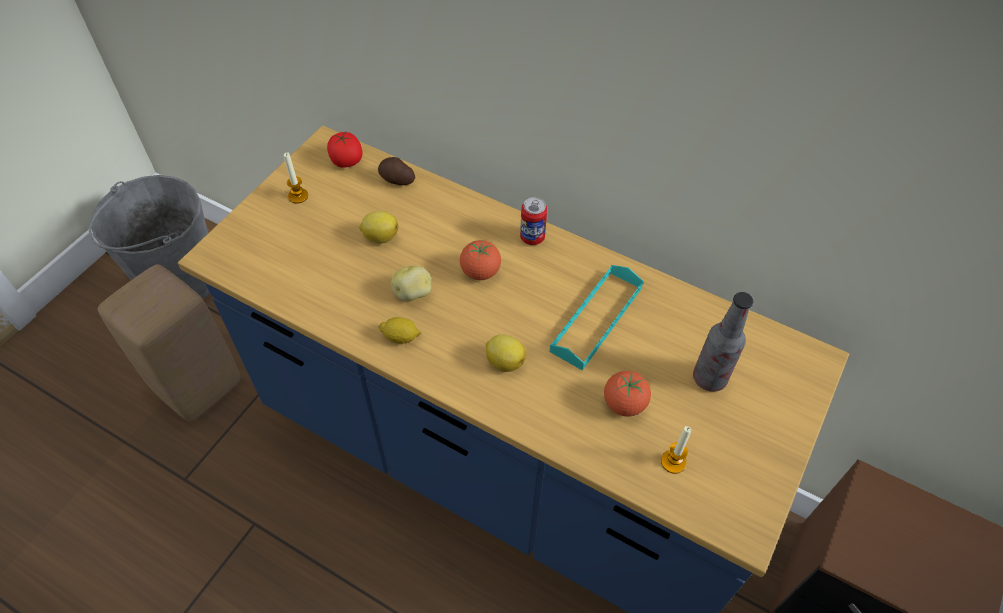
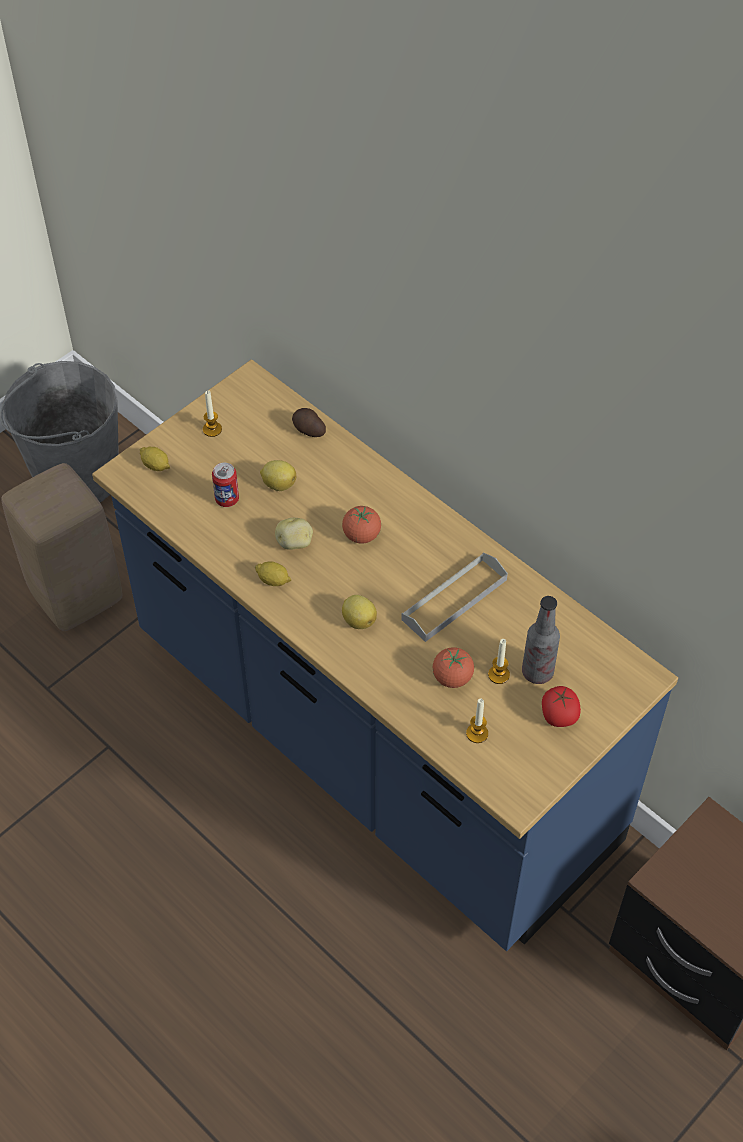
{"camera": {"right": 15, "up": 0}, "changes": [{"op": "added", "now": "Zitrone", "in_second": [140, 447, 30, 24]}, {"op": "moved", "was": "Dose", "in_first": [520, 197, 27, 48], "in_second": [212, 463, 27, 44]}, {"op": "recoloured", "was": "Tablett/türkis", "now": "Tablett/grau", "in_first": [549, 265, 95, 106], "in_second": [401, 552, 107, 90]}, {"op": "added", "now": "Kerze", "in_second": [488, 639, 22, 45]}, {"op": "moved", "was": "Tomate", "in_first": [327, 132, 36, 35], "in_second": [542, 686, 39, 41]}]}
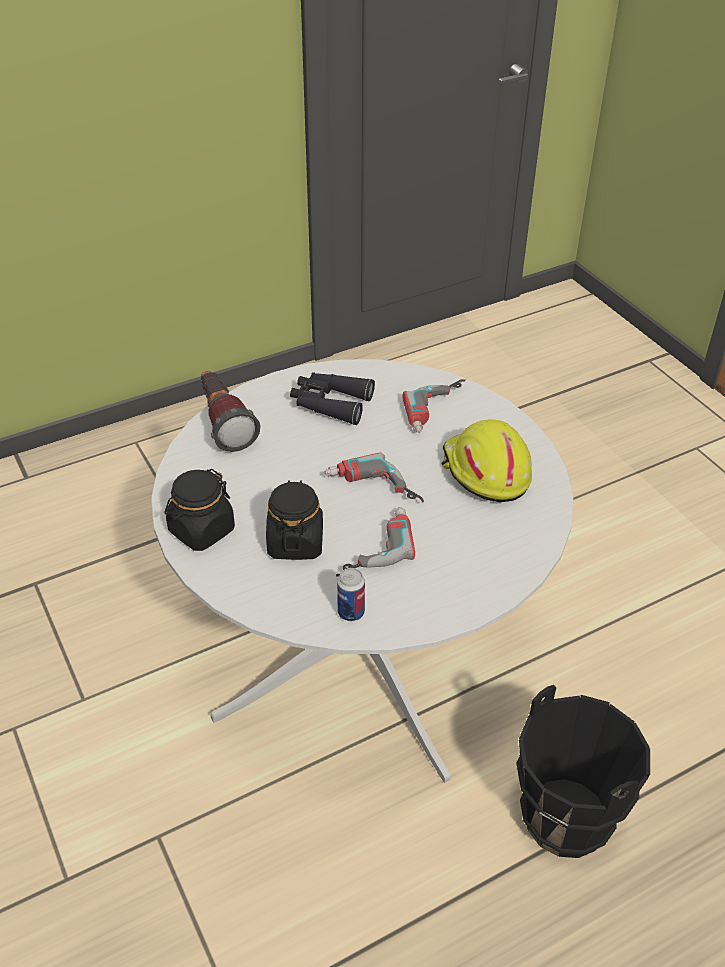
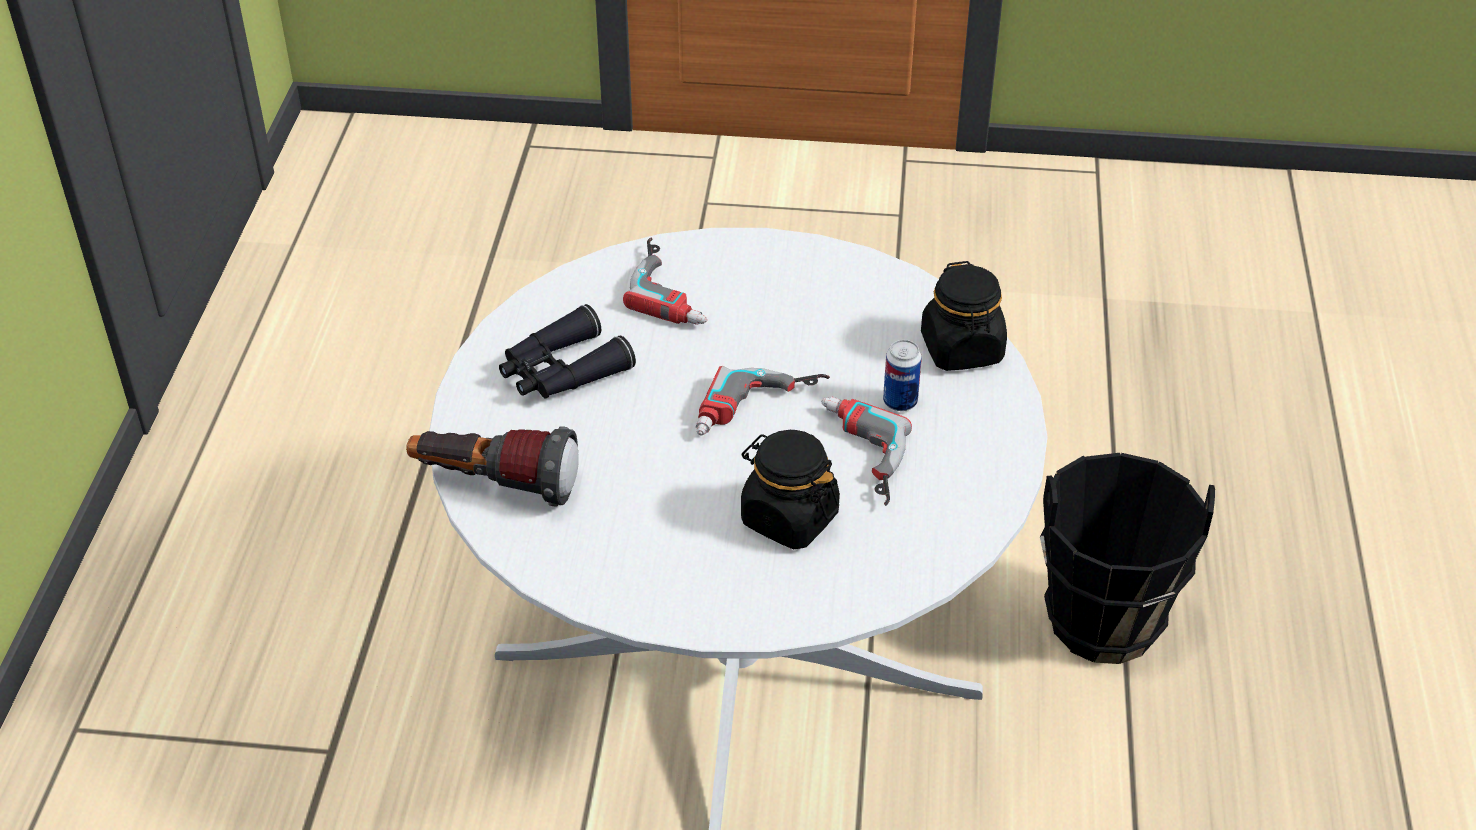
{"camera": {"right": -55, "up": 0}, "changes": [{"op": "moved", "was": "Dose", "in_first": [337, 568, 28, 53], "in_second": [883, 340, 39, 71]}, {"op": "moved", "was": "Vorratsglas/schwarz", "in_first": [164, 469, 71, 82], "in_second": [921, 261, 86, 110]}, {"op": "removed", "was": "Schutzhelm/gelb", "in_first": [441, 419, 91, 83]}]}
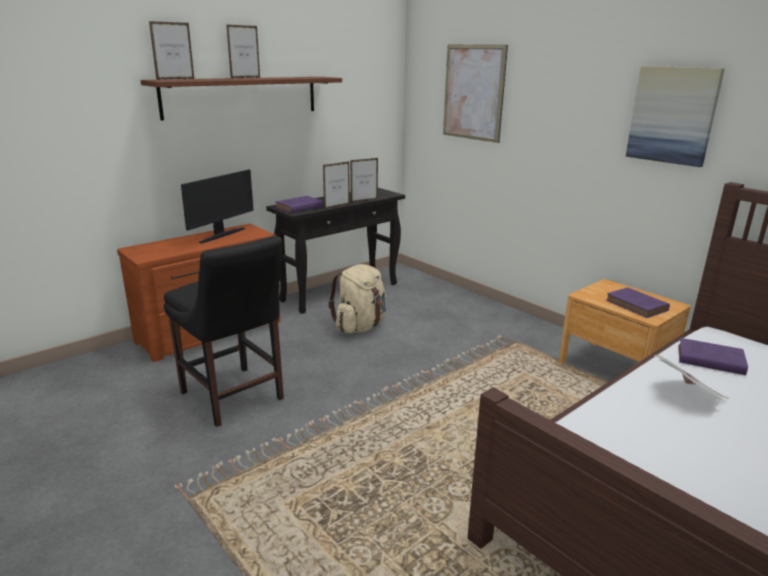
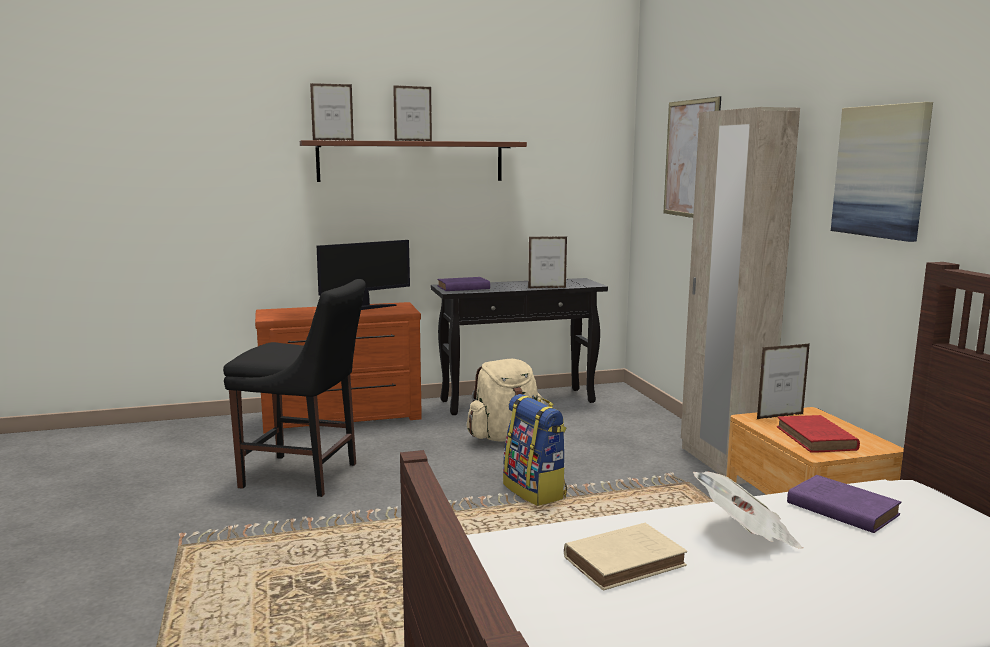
{"camera": {"right": 25, "up": -10}, "changes": [{"op": "turned", "was": "Stuhl/schwarz", "in_first": [164, 236, 120, 191], "in_second": [223, 279, 143, 218], "clockwise": -60}, {"op": "added", "now": "Rucksack", "in_second": [503, 394, 64, 112]}, {"op": "added", "now": "Buch/beige", "in_second": [564, 523, 123, 67]}, {"op": "added", "now": "Kleiderschrank/beige", "in_second": [681, 107, 119, 377]}, {"op": "moved", "was": "Bilderrahmen", "in_first": [323, 161, 27, 48], "in_second": [757, 344, 53, 75]}, {"op": "recoloured", "was": "Buch/lila", "now": "Buch/rot", "in_first": [606, 287, 64, 31], "in_second": [777, 415, 83, 38]}]}
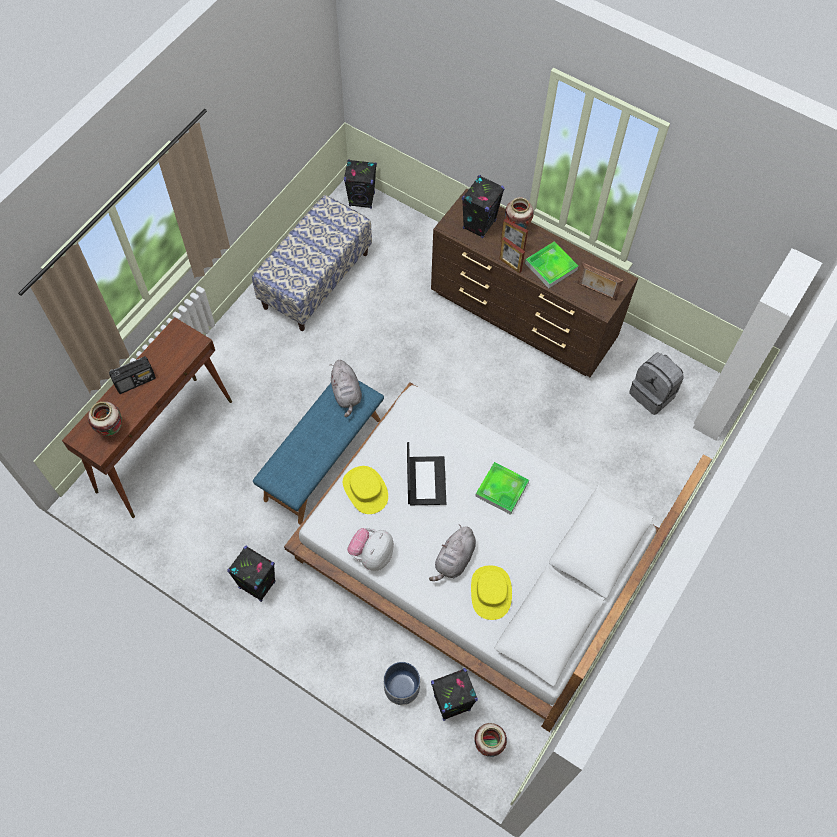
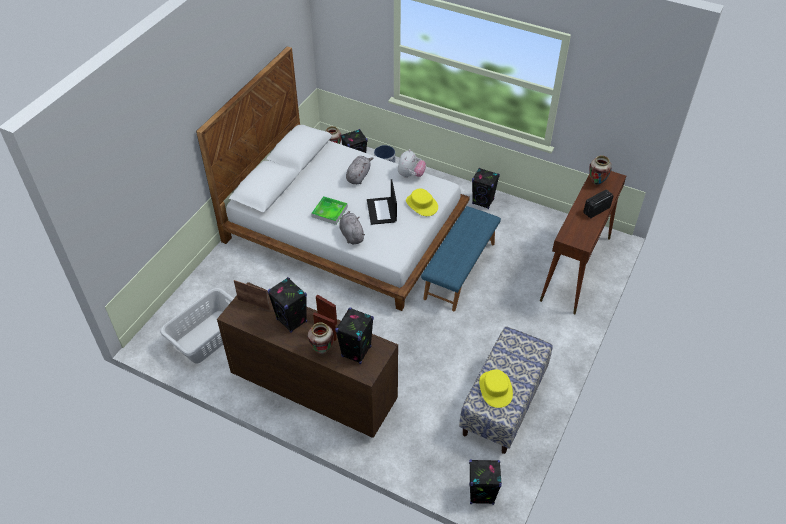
{"camera": {"right": 175, "up": -15}, "changes": [{"op": "replaced", "was": "Rucksack/grau", "now": "Wäschekorb/grau", "in_first": [629, 352, 55, 63], "in_second": [160, 288, 74, 76]}, {"op": "replaced", "was": "Tablett", "now": "Lautsprecher/schwarz", "in_first": [525, 241, 53, 47], "in_second": [267, 277, 40, 56]}, {"op": "moved", "was": "Plüschtier/grau", "in_first": [329, 360, 33, 57], "in_second": [339, 211, 26, 33]}, {"op": "moved", "was": "Hut/gelb", "in_first": [471, 565, 41, 55], "in_second": [479, 369, 34, 39]}, {"op": "removed", "was": "Kleiderschrank/weiß", "in_first": [693, 249, 129, 191]}]}
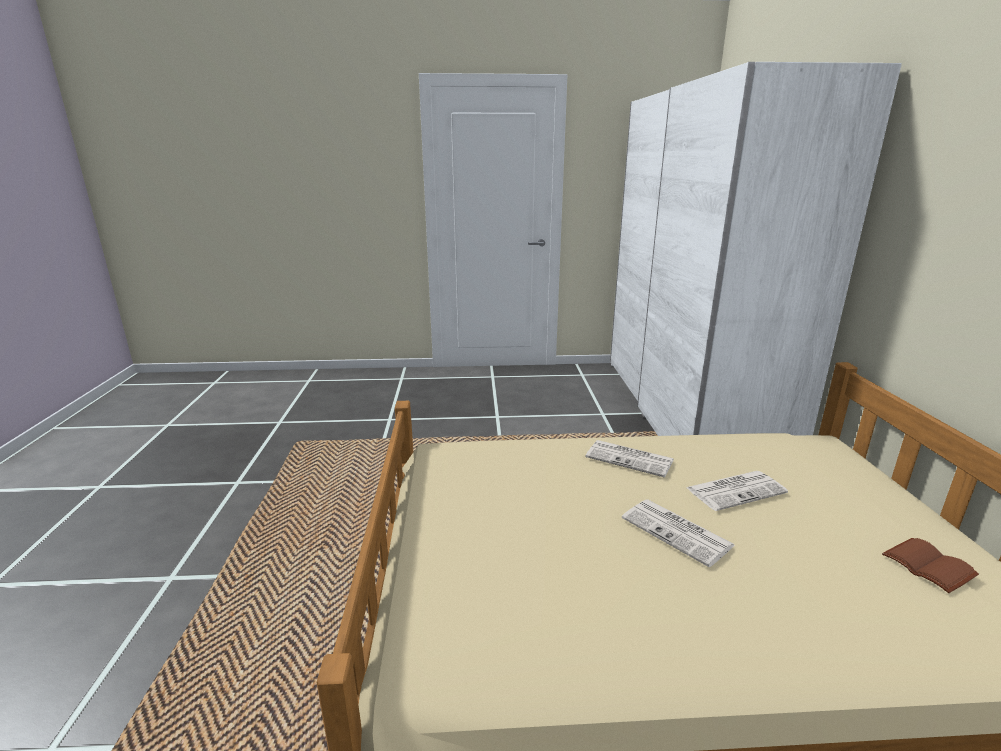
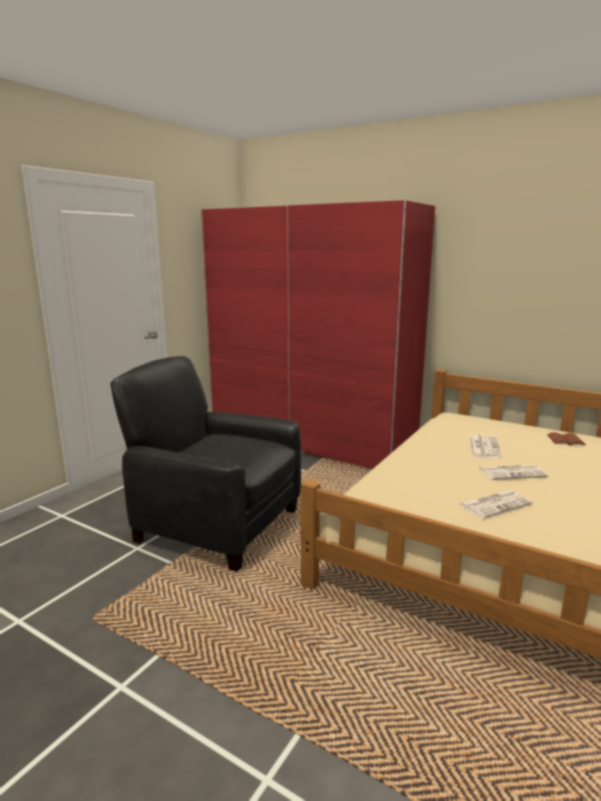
{"camera": {"right": -55, "up": -5}, "changes": [{"op": "added", "now": "Sessel/schwarz", "in_second": [110, 356, 191, 216]}, {"op": "recoloured", "was": "Kleiderschrank/weiß", "now": "Kleiderschrank/rot", "in_first": [610, 62, 292, 374], "in_second": [201, 200, 234, 269]}, {"op": "moved", "was": "Zeitung", "in_first": [586, 440, 88, 38], "in_second": [458, 490, 75, 29]}]}
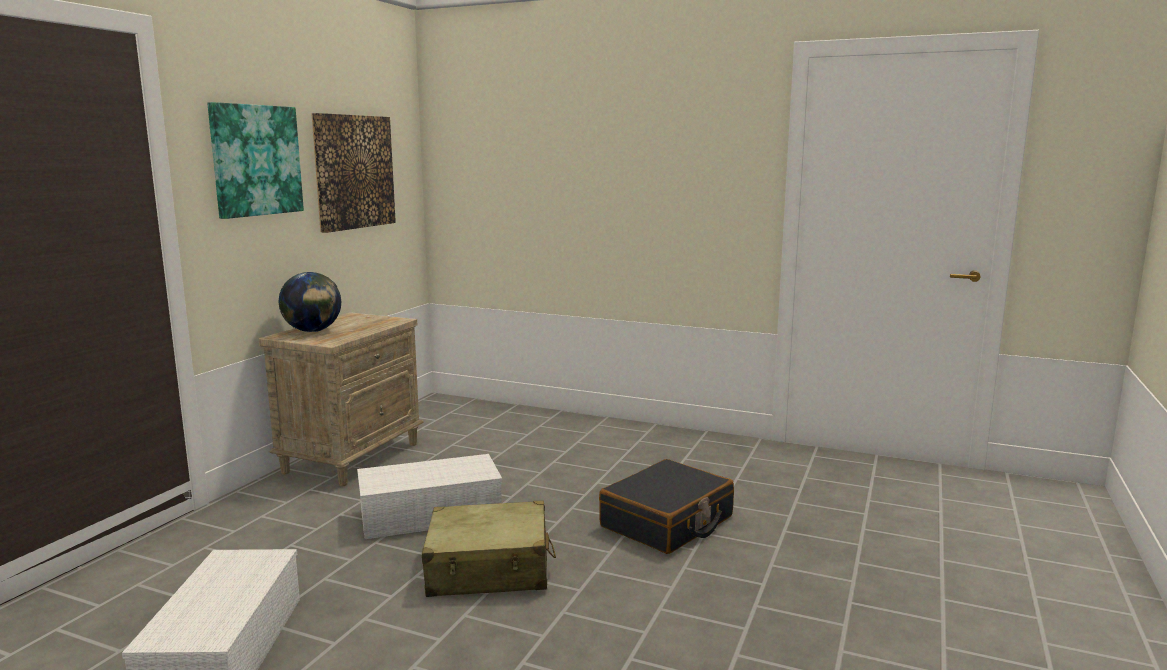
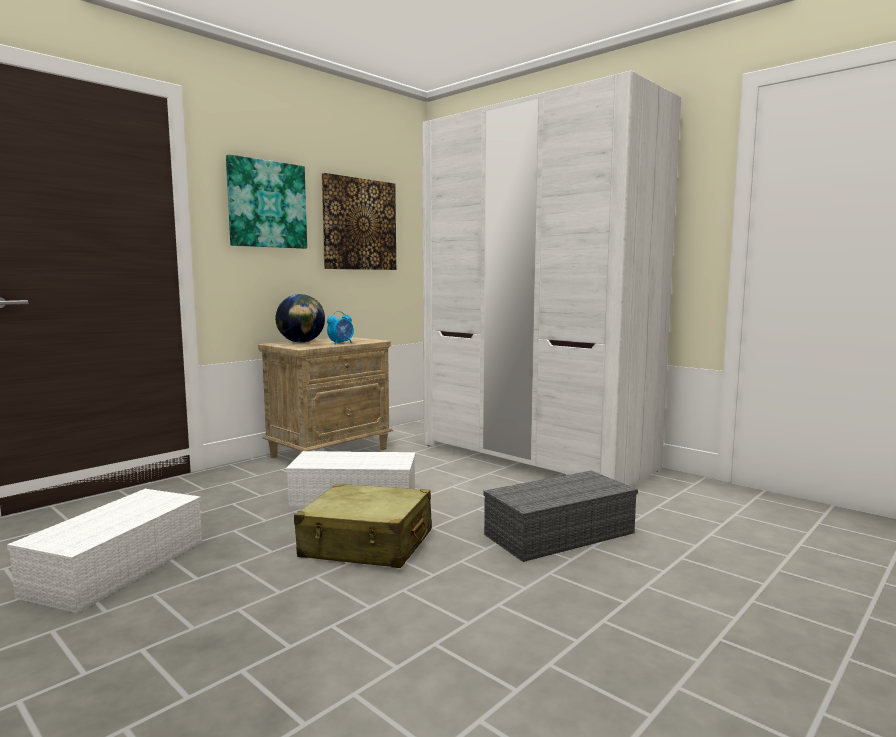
{"camera": {"right": 20, "up": -5}, "changes": [{"op": "added", "now": "Wecker", "in_second": [327, 311, 27, 34]}, {"op": "added", "now": "Kleiderschrank/weiß", "in_second": [422, 71, 259, 415]}, {"op": "replaced", "was": "Koffer/schwarz", "now": "Aufbewahrungsbox/grau", "in_first": [599, 459, 135, 95], "in_second": [483, 471, 155, 91]}]}
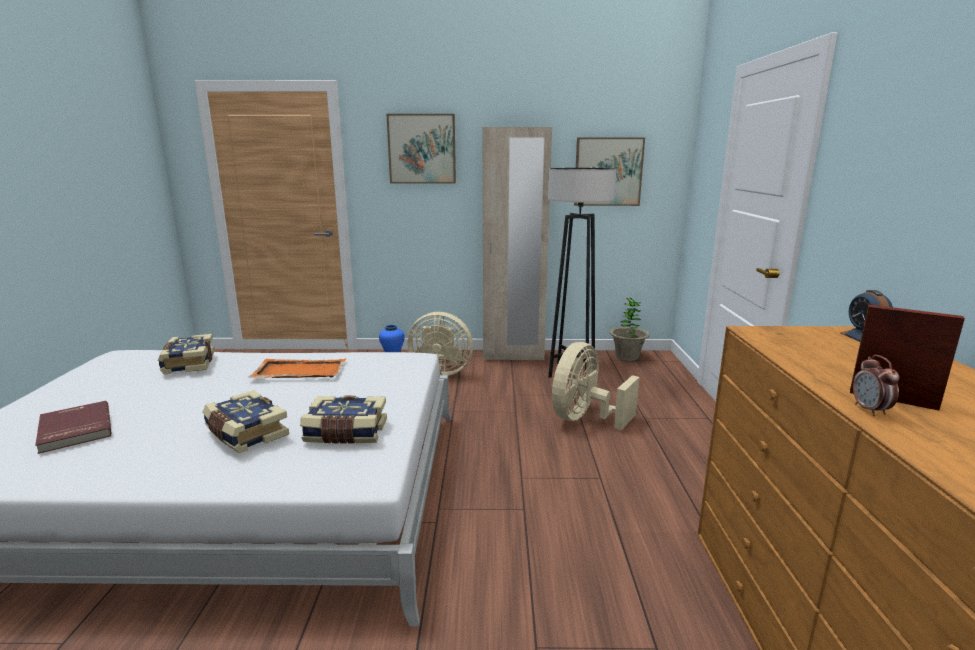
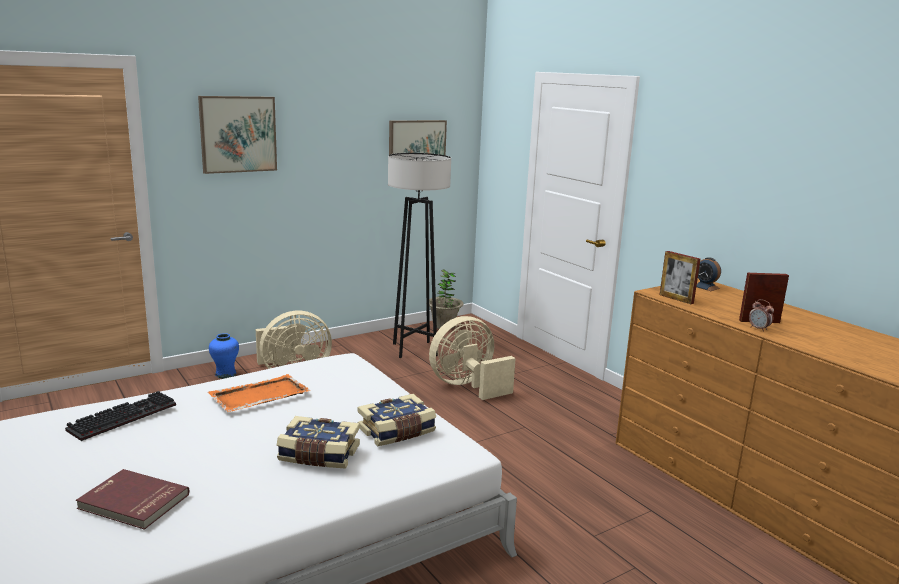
{"camera": {"right": -35, "up": 0}, "changes": [{"op": "replaced", "was": "Buch", "now": "Tastatur", "in_first": [158, 334, 57, 41], "in_second": [65, 391, 111, 50]}, {"op": "turned", "was": "Ventilator/beige", "in_first": [552, 342, 88, 88], "in_second": [429, 316, 87, 84], "clockwise": 60}, {"op": "added", "now": "Bilderrahmen", "in_second": [660, 251, 40, 53]}, {"op": "removed", "was": "Kleiderschrank/beige", "in_first": [483, 127, 69, 233]}]}
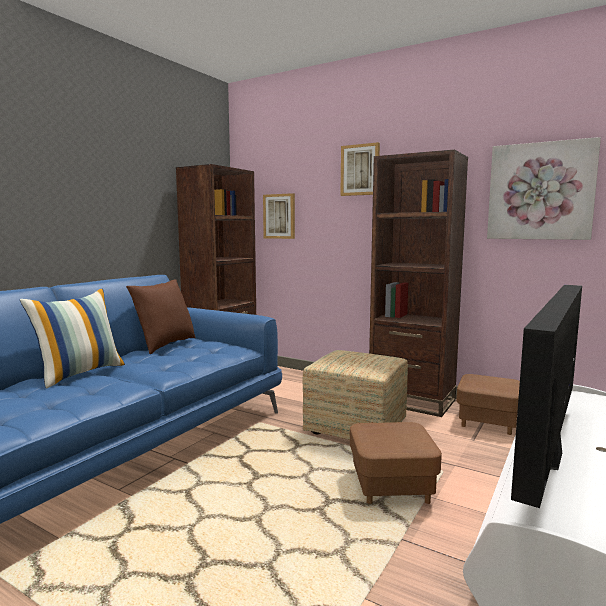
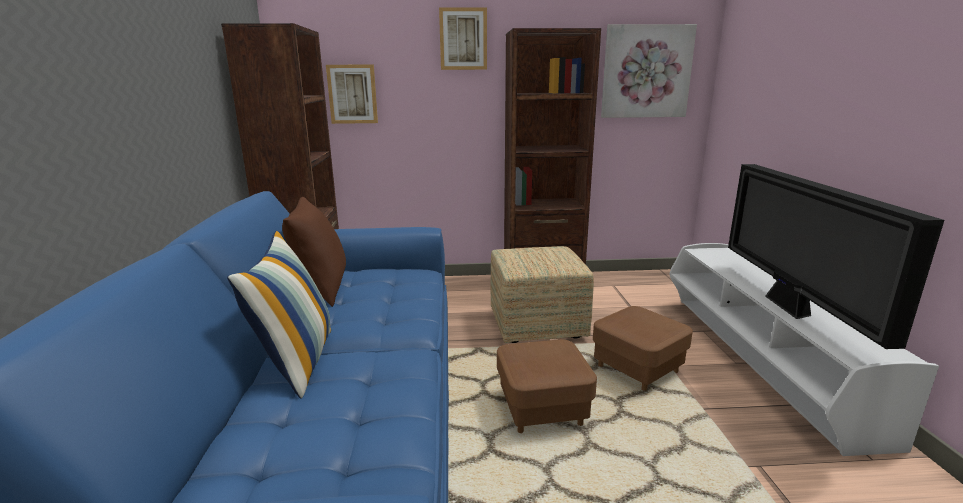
{"camera": {"right": -35, "up": 10}, "changes": [{"op": "moved", "was": "Polsterhocker/braun", "in_first": [456, 374, 64, 61], "in_second": [497, 339, 100, 94]}]}
